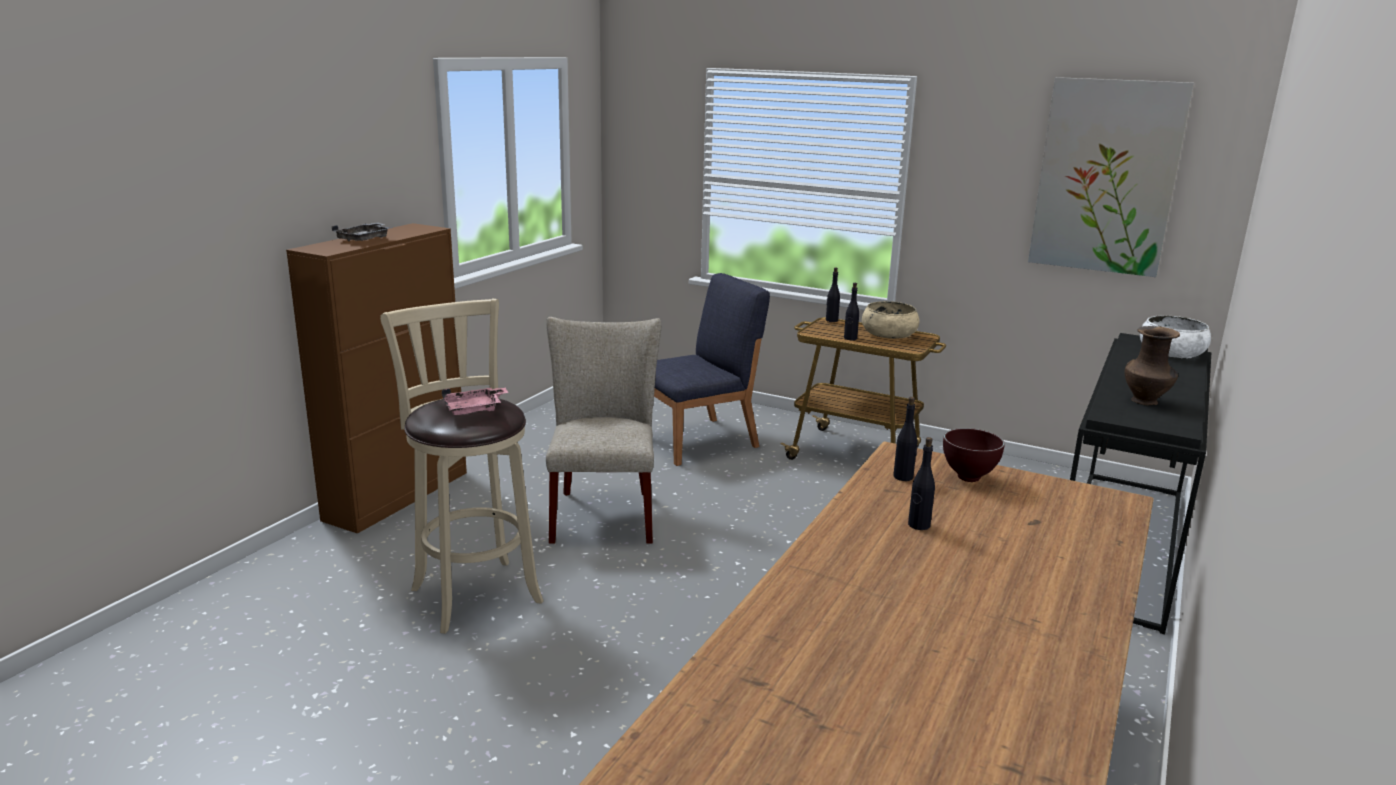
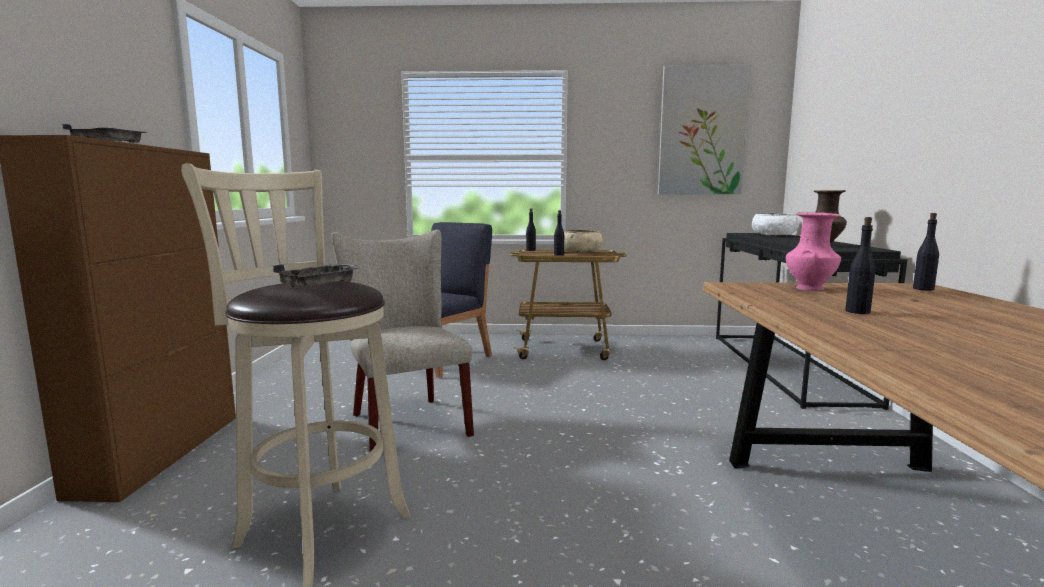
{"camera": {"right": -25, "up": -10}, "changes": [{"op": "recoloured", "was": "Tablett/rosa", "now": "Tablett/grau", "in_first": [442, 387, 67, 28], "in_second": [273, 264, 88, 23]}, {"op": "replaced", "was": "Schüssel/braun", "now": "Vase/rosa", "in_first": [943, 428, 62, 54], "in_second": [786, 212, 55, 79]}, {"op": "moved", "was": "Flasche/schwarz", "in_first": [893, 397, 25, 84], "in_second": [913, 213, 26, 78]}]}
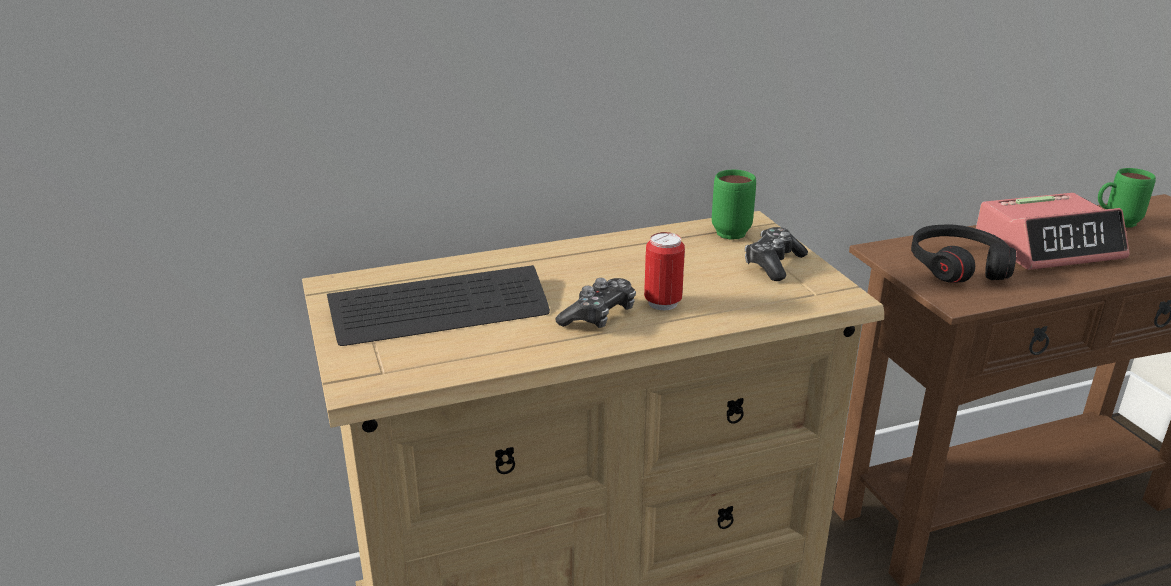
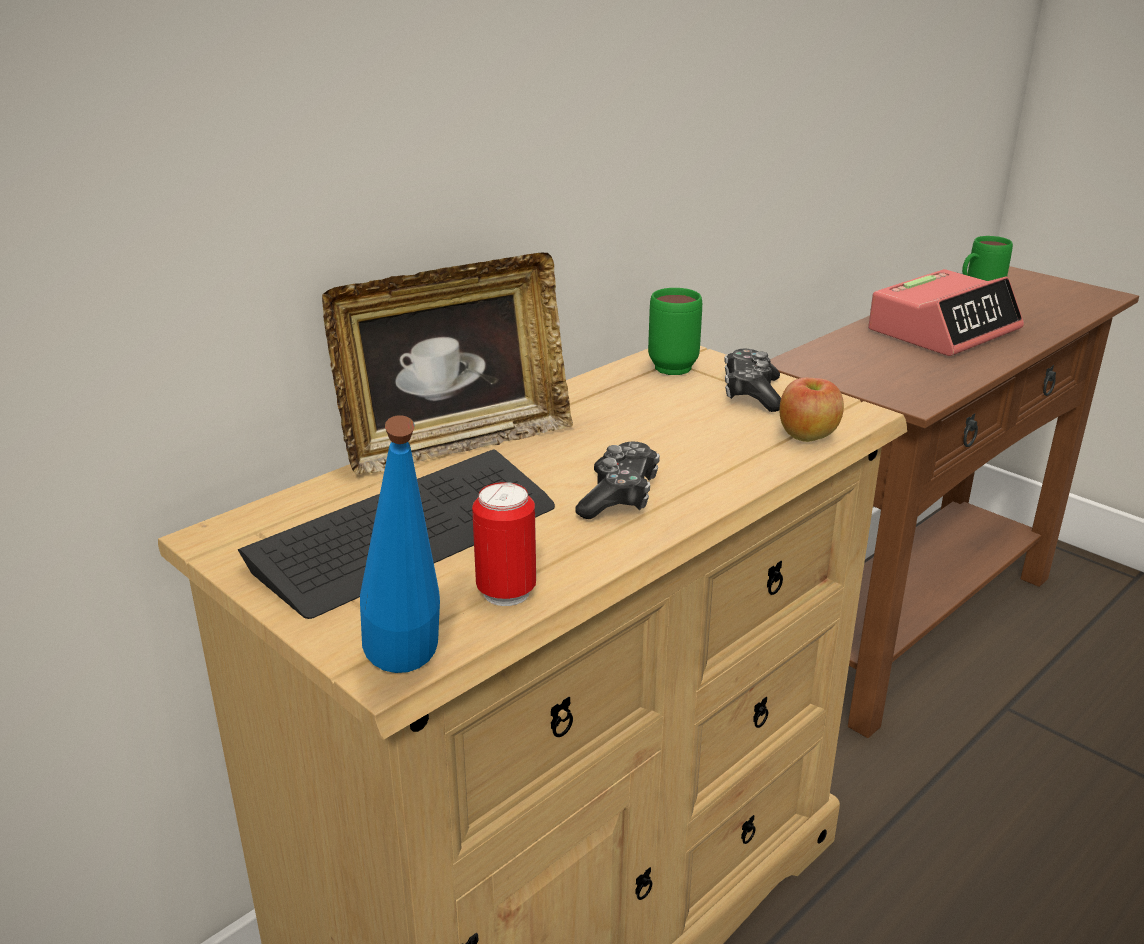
{"camera": {"right": -25, "up": 0}, "changes": [{"op": "added", "now": "Bilderrahmen", "in_second": [322, 253, 251, 221]}, {"op": "added", "now": "Flasche/blau", "in_second": [360, 415, 80, 258]}, {"op": "moved", "was": "Dose", "in_first": [644, 232, 41, 78], "in_second": [472, 482, 64, 124]}, {"op": "added", "now": "Apfel", "in_second": [780, 378, 64, 64]}, {"op": "removed", "was": "Kopfhörer/schwarz", "in_first": [911, 224, 106, 59]}]}
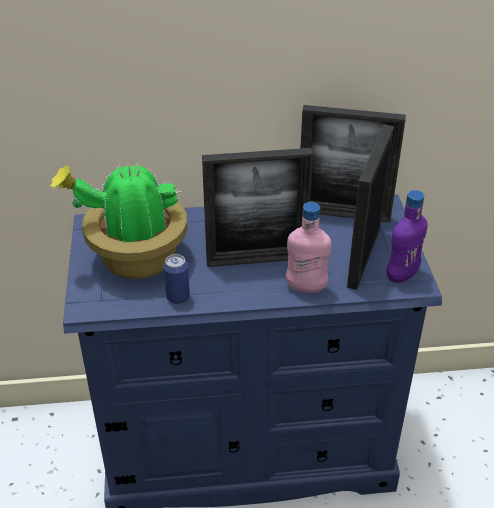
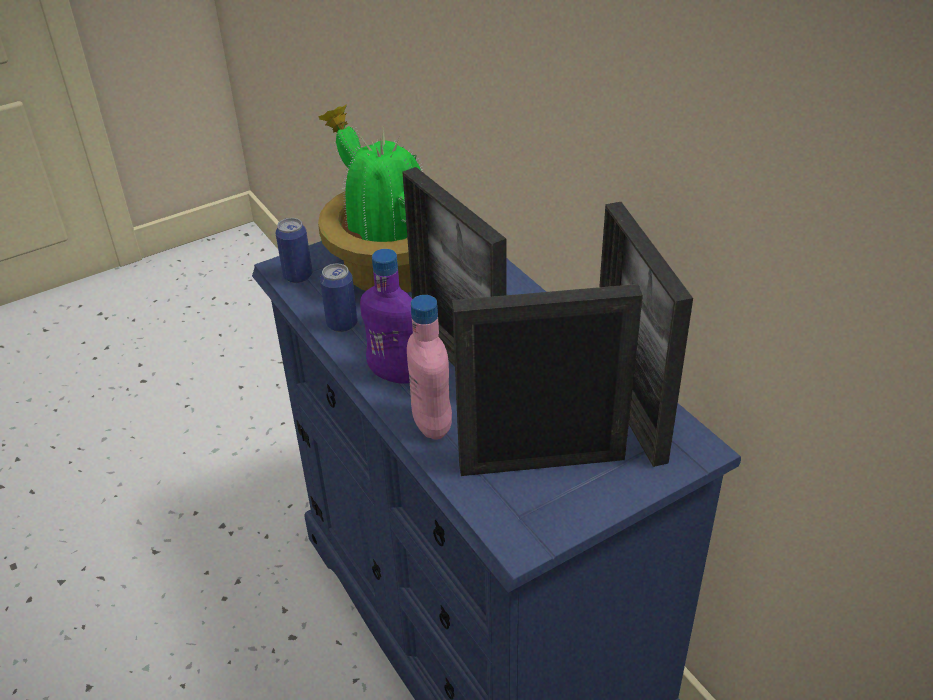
{"camera": {"right": 65, "up": 0}, "changes": [{"op": "added", "now": "Dose", "in_second": [276, 218, 36, 65]}, {"op": "moved", "was": "Flasche/lila", "in_first": [386, 190, 42, 93], "in_second": [360, 249, 53, 135]}]}
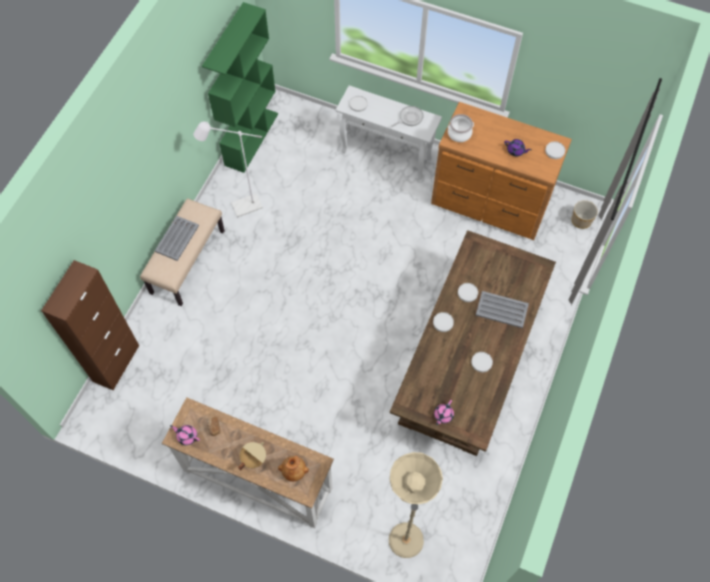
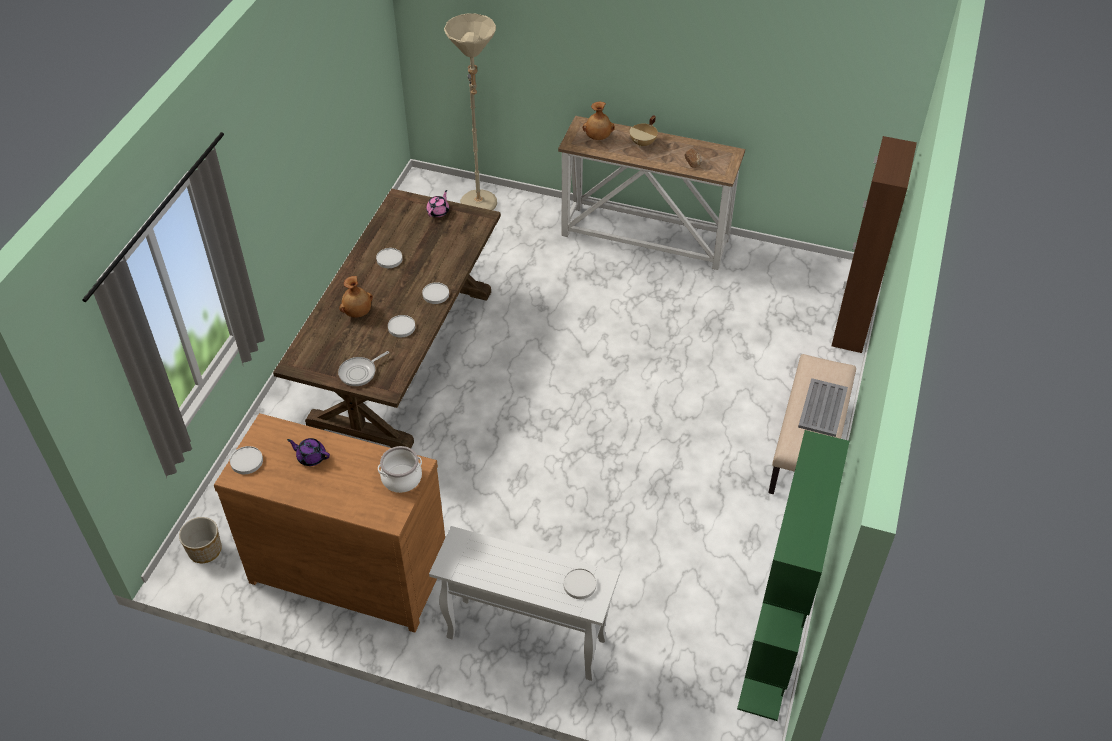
{"camera": {"right": 175, "up": -15}, "changes": [{"op": "moved", "was": "Pfanne", "in_first": [391, 106, 33, 21], "in_second": [338, 351, 51, 35]}, {"op": "replaced", "was": "Tablett/grau", "now": "Vase/braun", "in_first": [475, 291, 54, 37], "in_second": [339, 276, 34, 42]}, {"op": "removed", "was": "Teekanne/rosa", "in_first": [170, 425, 30, 20]}, {"op": "removed", "was": "Stehlampe/weiß", "in_first": [193, 121, 70, 97]}]}
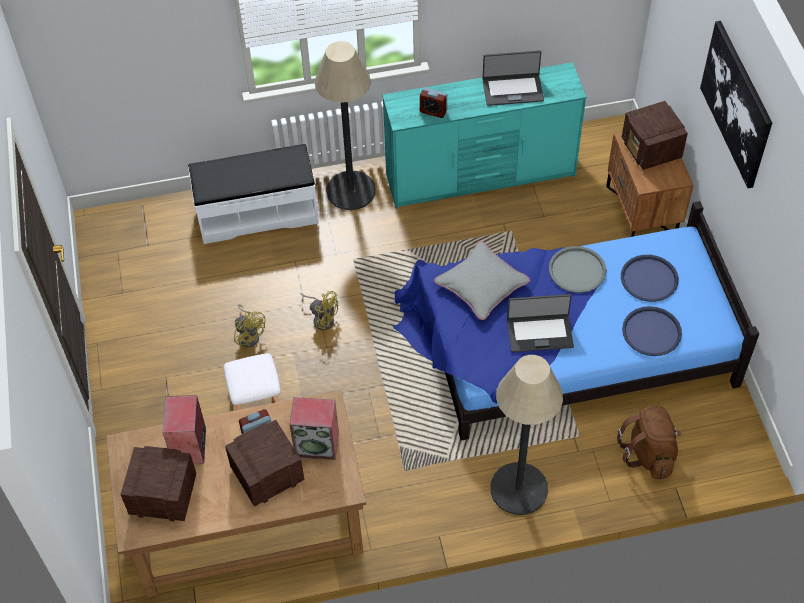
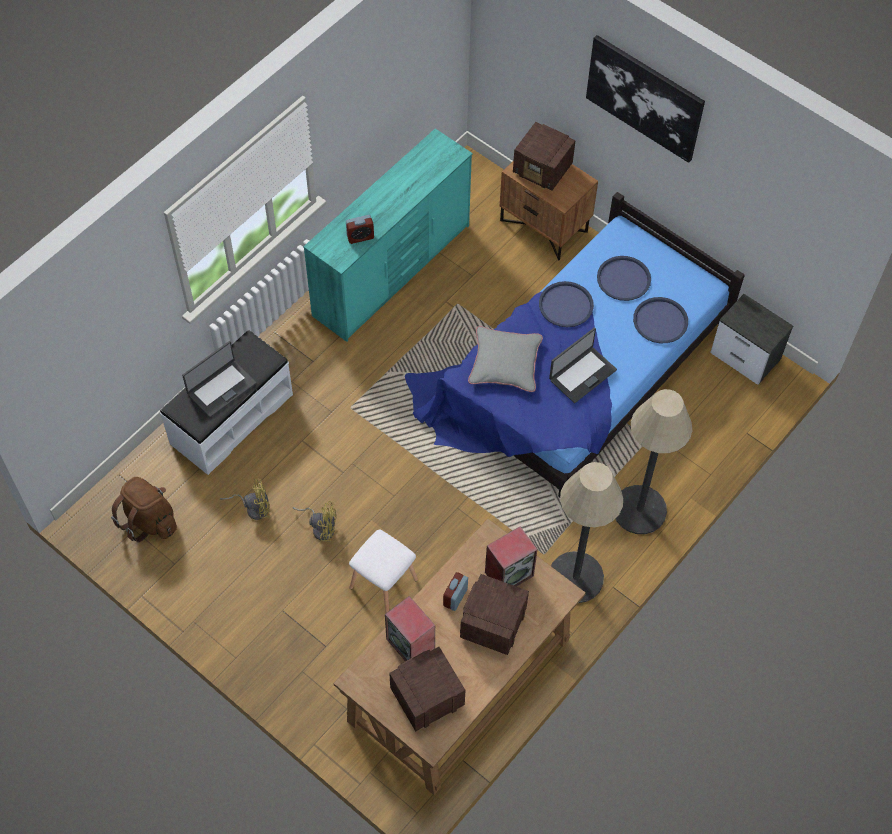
{"camera": {"right": -40, "up": 5}, "changes": [{"op": "moved", "was": "Rucksack/braun", "in_first": [617, 405, 65, 74], "in_second": [111, 477, 66, 65]}, {"op": "moved", "was": "Laptop", "in_first": [483, 50, 61, 56], "in_second": [182, 341, 74, 76]}, {"op": "moved", "was": "Ventilator/gelb", "in_first": [301, 291, 37, 39], "in_second": [220, 479, 51, 41]}, {"op": "recoloured", "was": "Tablett/grau", "now": "Tablett/blau", "in_first": [549, 246, 57, 47], "in_second": [539, 281, 55, 46]}, {"op": "moved", "was": "Stehlampe", "in_first": [314, 41, 62, 169], "in_second": [551, 462, 72, 141]}, {"op": "added", "now": "Nachttisch", "in_second": [710, 294, 83, 91]}]}
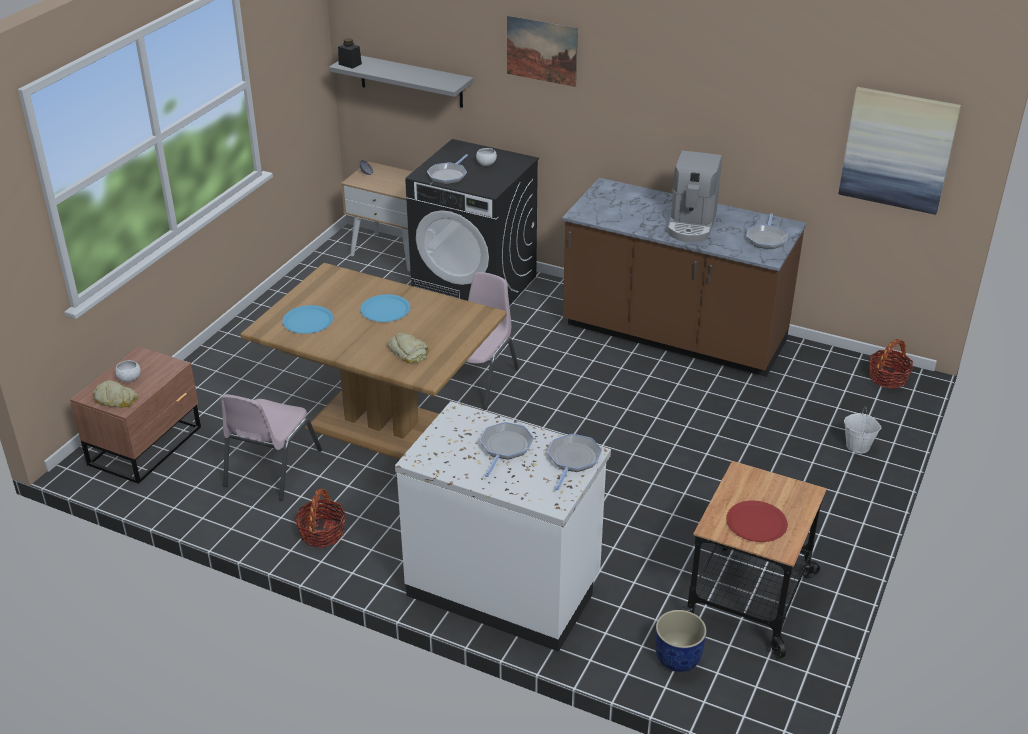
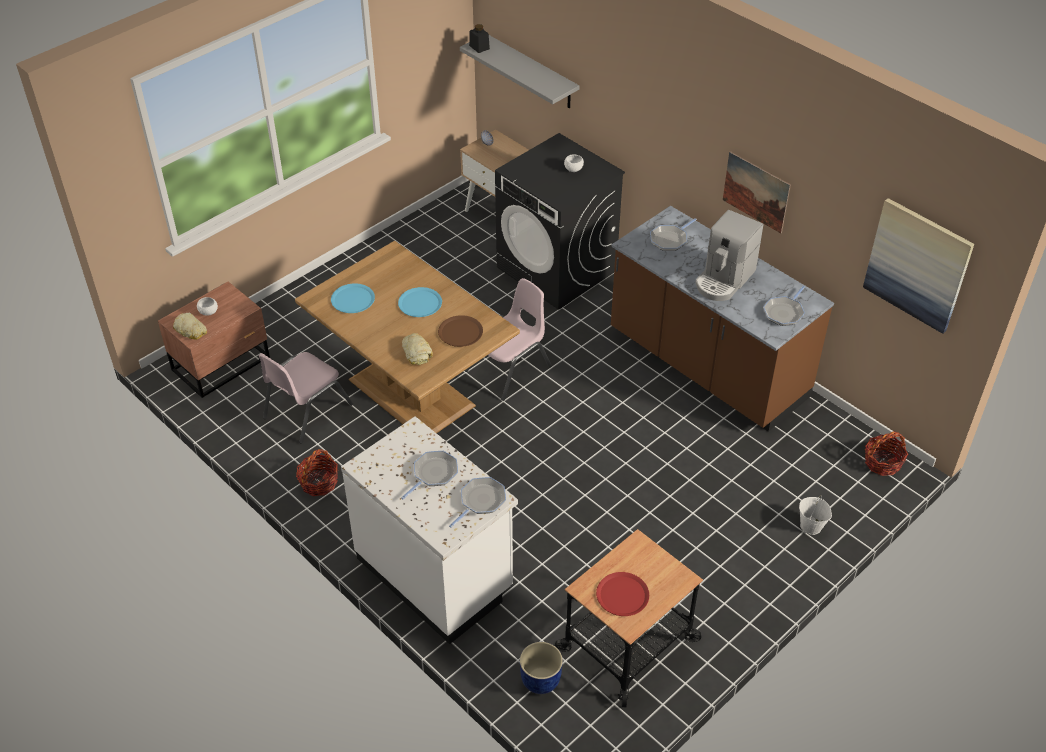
{"camera": {"right": 20, "up": 10}, "changes": [{"op": "added", "now": "Teller/braun", "in_second": [438, 315, 45, 32]}, {"op": "moved", "was": "Pfanne", "in_first": [427, 154, 41, 30], "in_second": [650, 218, 47, 33]}, {"op": "moved", "was": "Bild", "in_first": [507, 15, 71, 72], "in_second": [723, 151, 68, 82]}]}
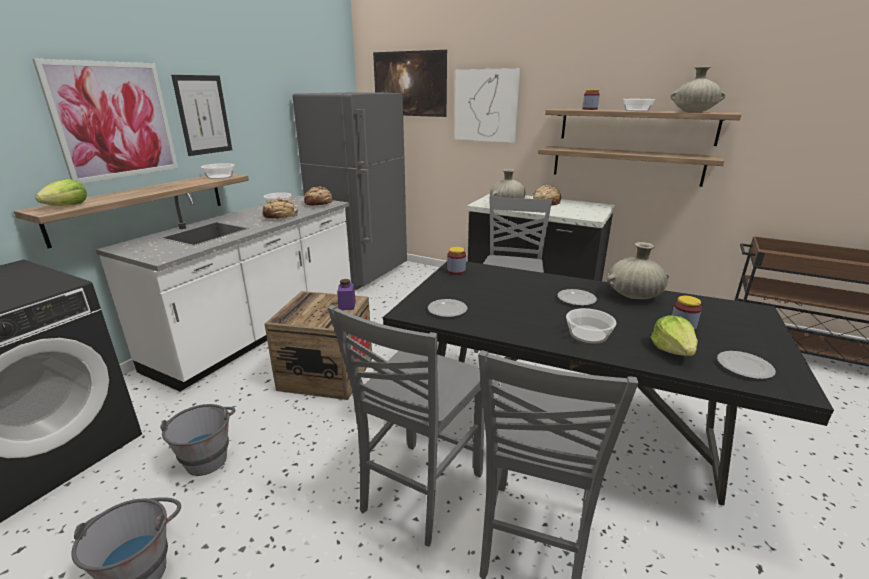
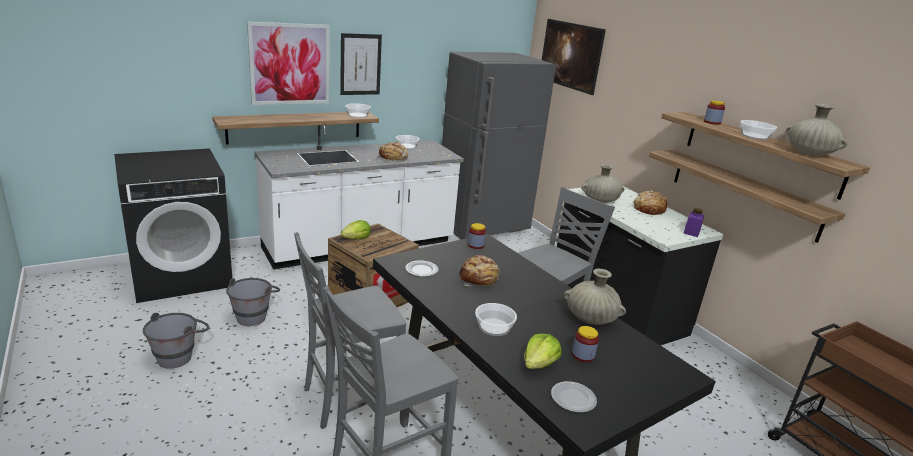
{"camera": {"right": 30, "up": 0}, "changes": [{"op": "moved", "was": "Salatkopf", "in_first": [35, 179, 52, 27], "in_second": [341, 220, 30, 19]}, {"op": "moved", "was": "Brot", "in_first": [304, 187, 29, 20], "in_second": [459, 255, 40, 32]}, {"op": "moved", "was": "Vorratsglas/lila", "in_first": [337, 279, 19, 31], "in_second": [683, 208, 21, 29]}, {"op": "removed", "was": "Bild", "in_first": [454, 68, 68, 75]}, {"op": "removed", "was": "Teller", "in_first": [557, 289, 40, 17]}]}
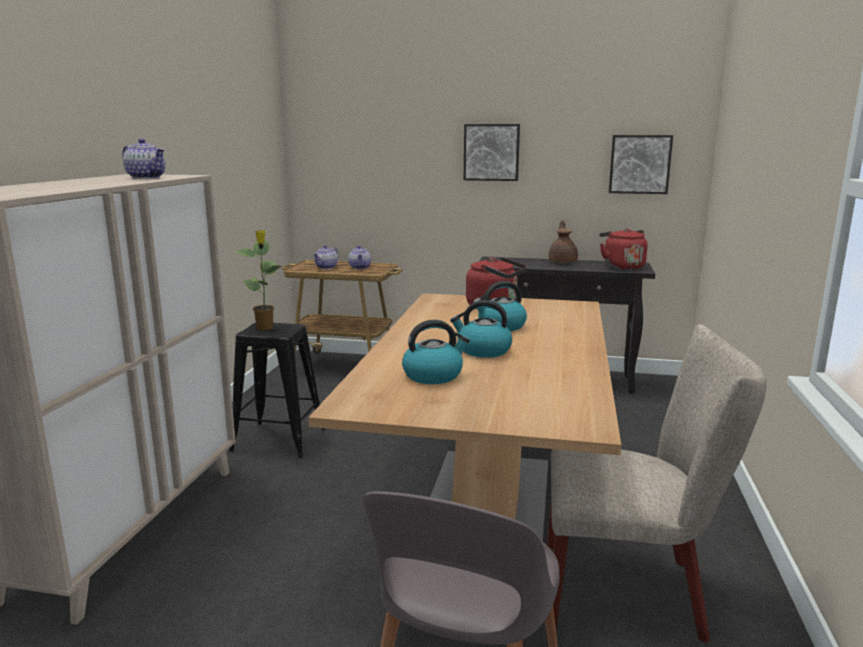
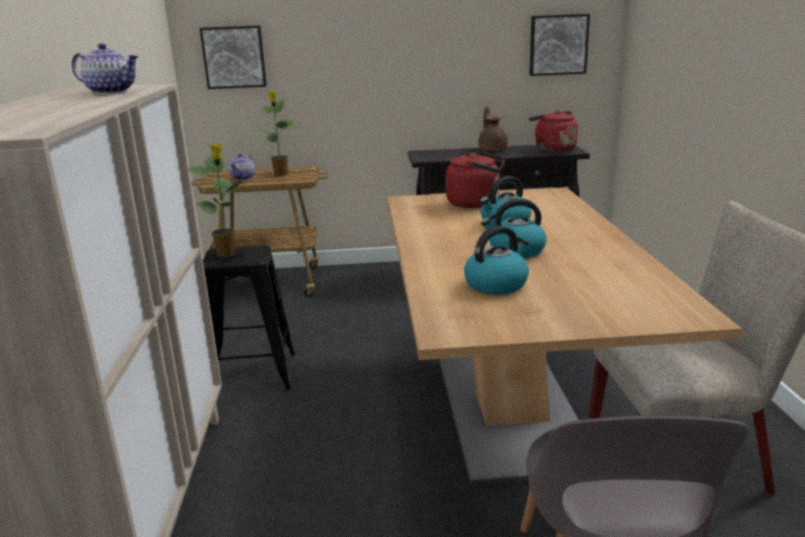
{"camera": {"right": -15, "up": 5}, "changes": [{"op": "moved", "was": "Bild", "in_first": [464, 124, 56, 57], "in_second": [200, 25, 67, 64]}, {"op": "replaced", "was": "Teekanne", "now": "Topfpflanze", "in_first": [348, 245, 23, 24], "in_second": [257, 91, 38, 85]}]}
